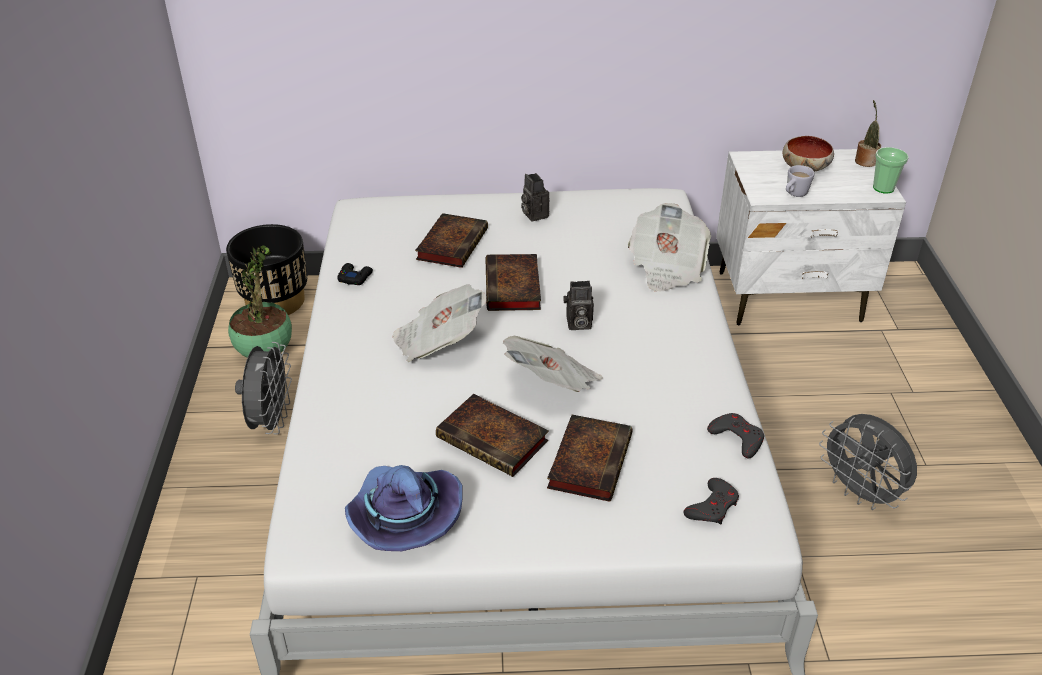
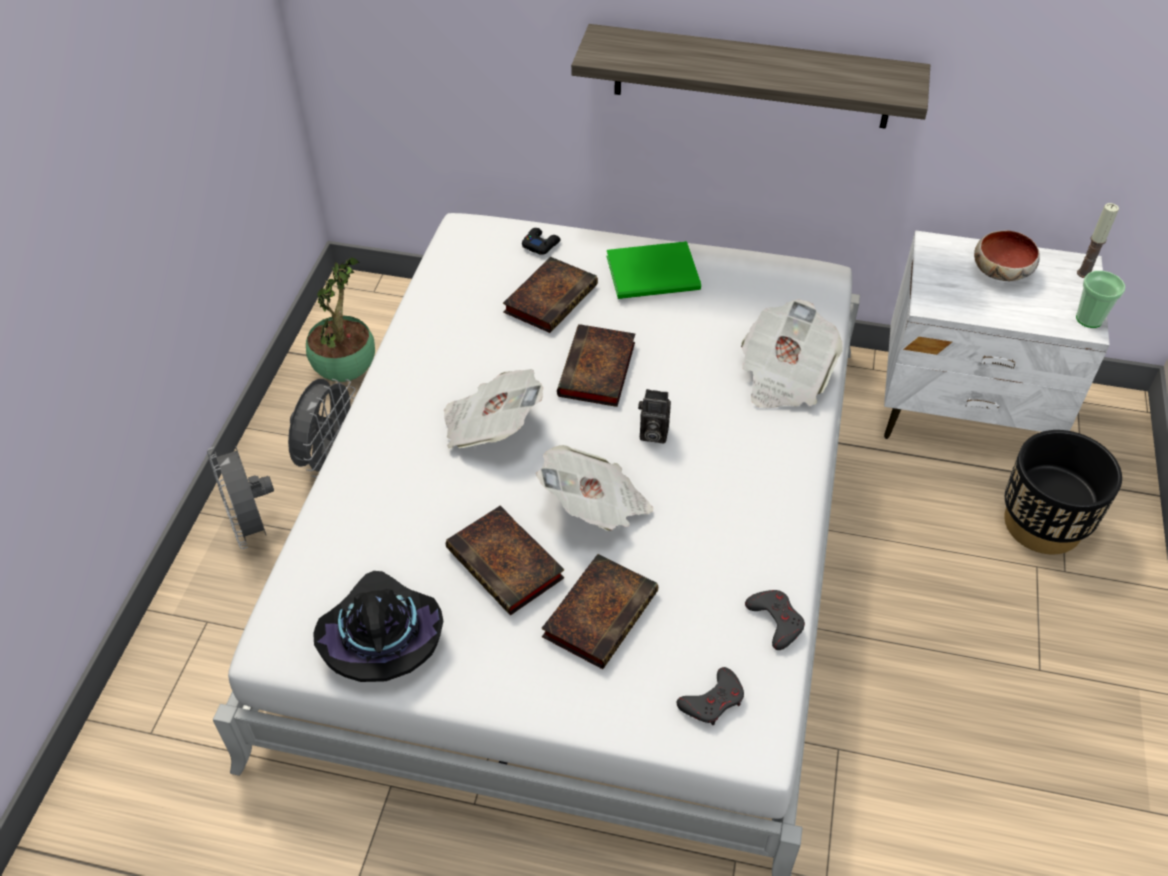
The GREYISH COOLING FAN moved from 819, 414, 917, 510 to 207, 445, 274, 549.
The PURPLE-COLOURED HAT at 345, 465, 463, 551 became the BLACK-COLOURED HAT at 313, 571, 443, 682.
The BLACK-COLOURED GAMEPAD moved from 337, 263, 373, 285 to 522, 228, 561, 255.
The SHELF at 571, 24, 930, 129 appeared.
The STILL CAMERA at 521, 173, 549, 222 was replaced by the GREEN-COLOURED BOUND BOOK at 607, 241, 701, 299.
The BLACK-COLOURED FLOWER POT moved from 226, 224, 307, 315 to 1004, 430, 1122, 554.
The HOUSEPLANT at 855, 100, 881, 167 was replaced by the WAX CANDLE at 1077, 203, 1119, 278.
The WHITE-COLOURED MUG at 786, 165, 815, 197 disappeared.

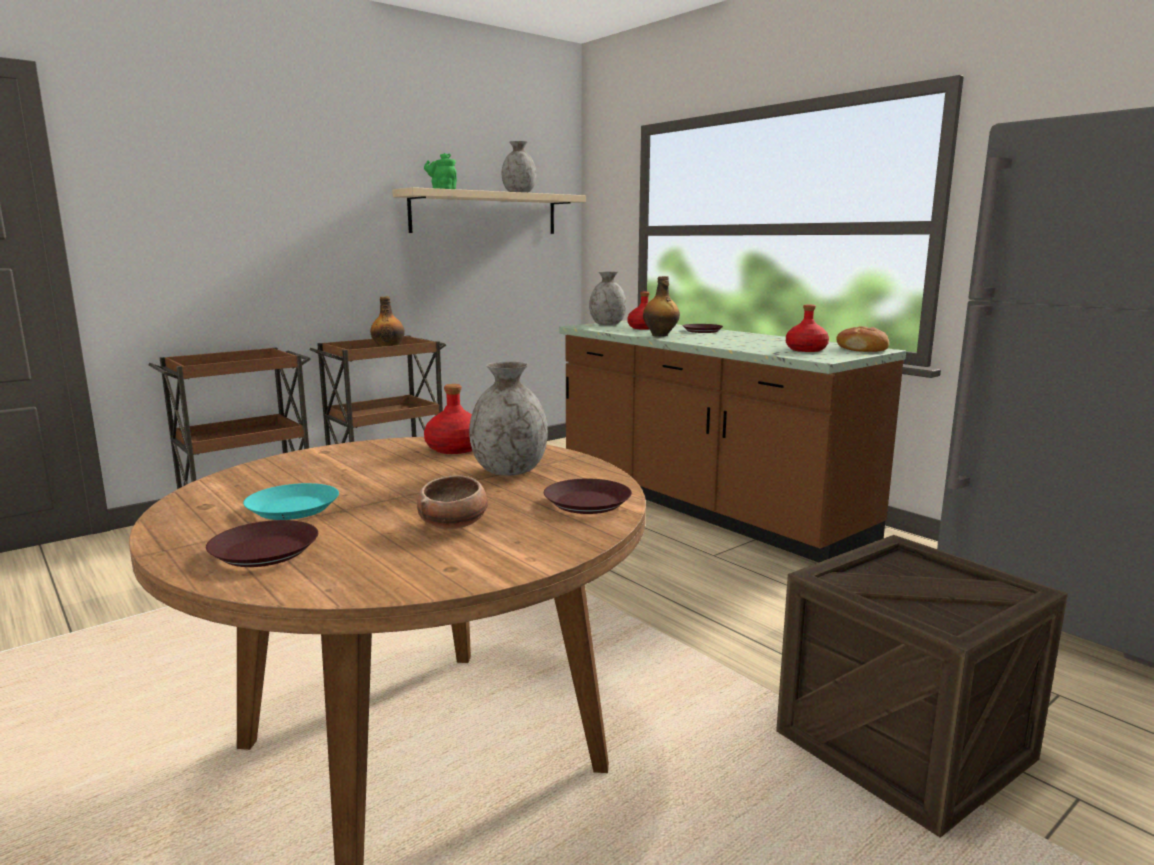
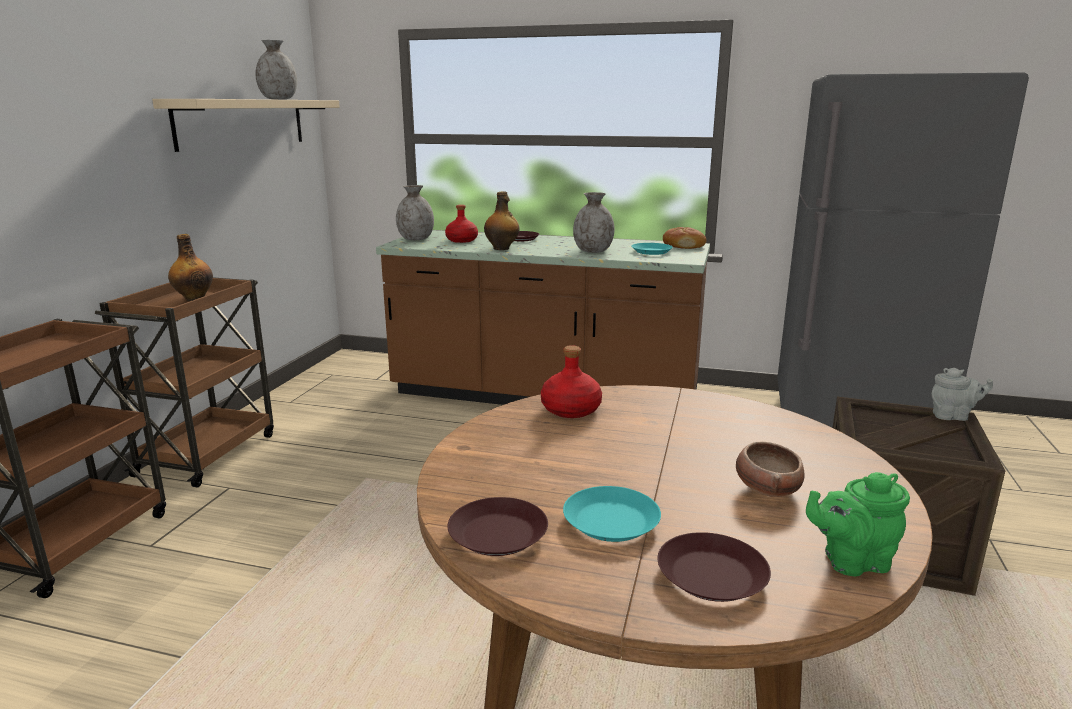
The BROWN-COLOURED FLAT DISH moved from 544, 479, 632, 514 to 448, 497, 548, 556.
The GREYISH VASE moved from 469, 361, 548, 475 to 573, 192, 614, 253.
The RED BEVERAGE BOTTLE at 786, 305, 829, 352 was replaced by the BLUE-GREEN FLAT DISH at 631, 243, 673, 255.
The GREEN-COLOURED TEA POT moved from 424, 153, 457, 189 to 806, 472, 910, 576.
The GREYISH TEA POT at 932, 368, 993, 421 appeared.

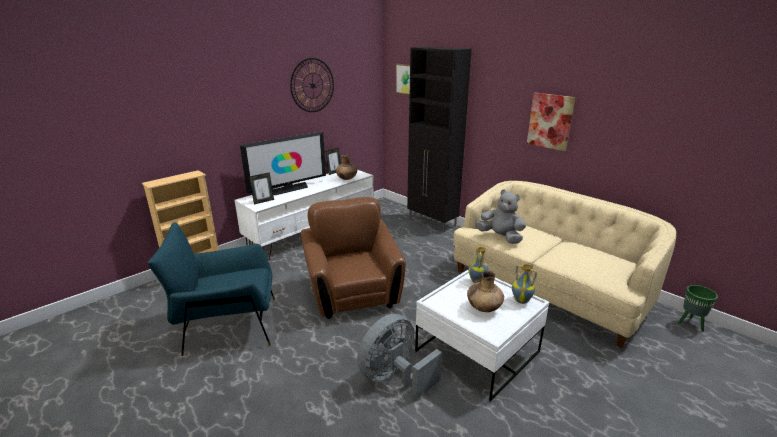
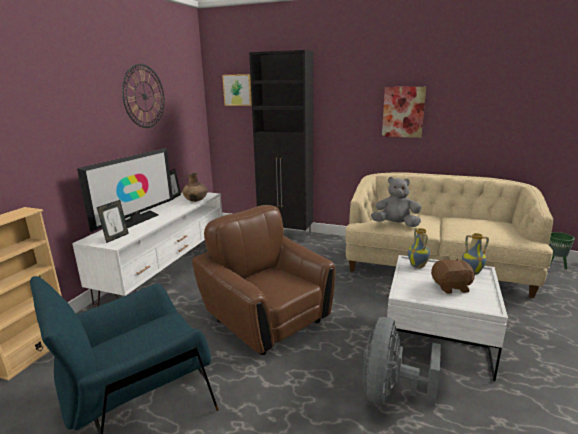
The BROWN-COLOURED VASE at 467, 271, 504, 312 was replaced by the BROWN-COLOURED PLUSH TOY at 431, 258, 475, 294.

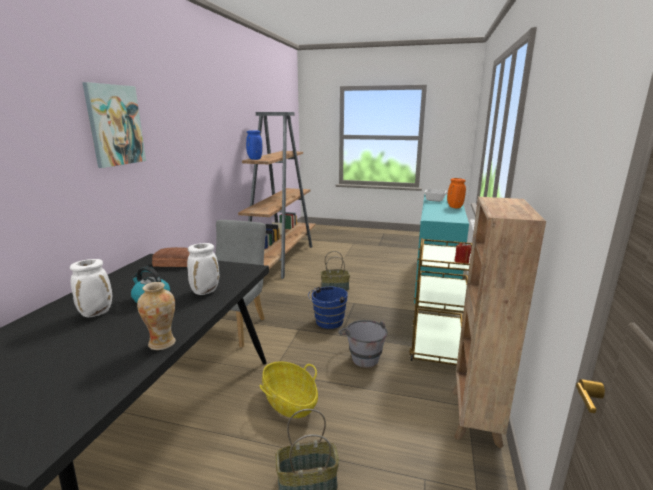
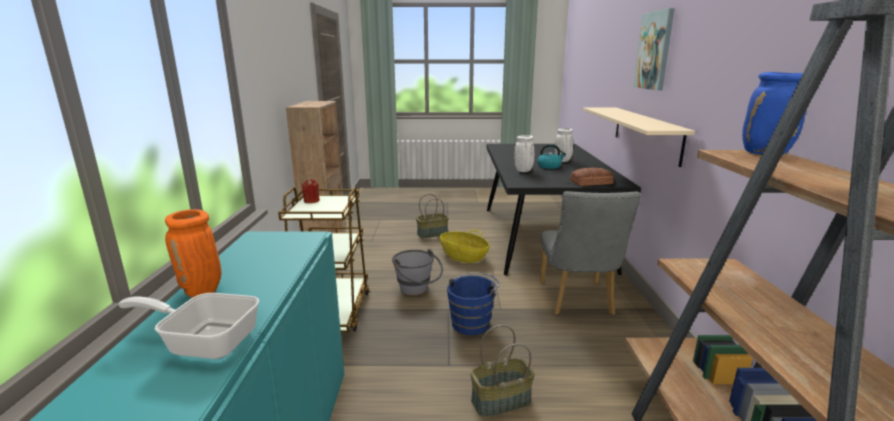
The BEIGE SHELF at 583, 107, 695, 167 appeared.
The VASE at 137, 282, 176, 350 disappeared.

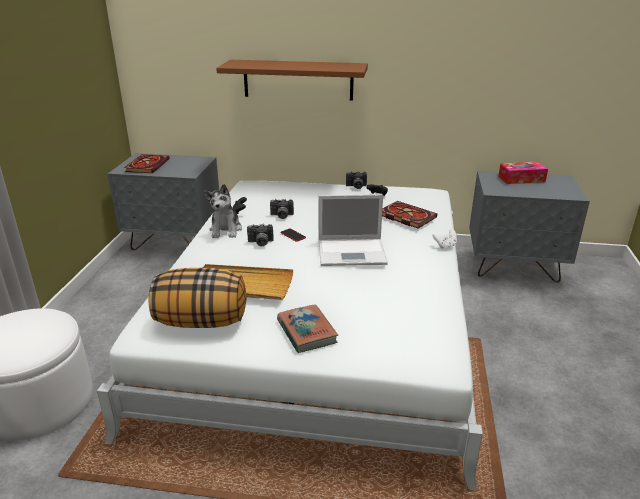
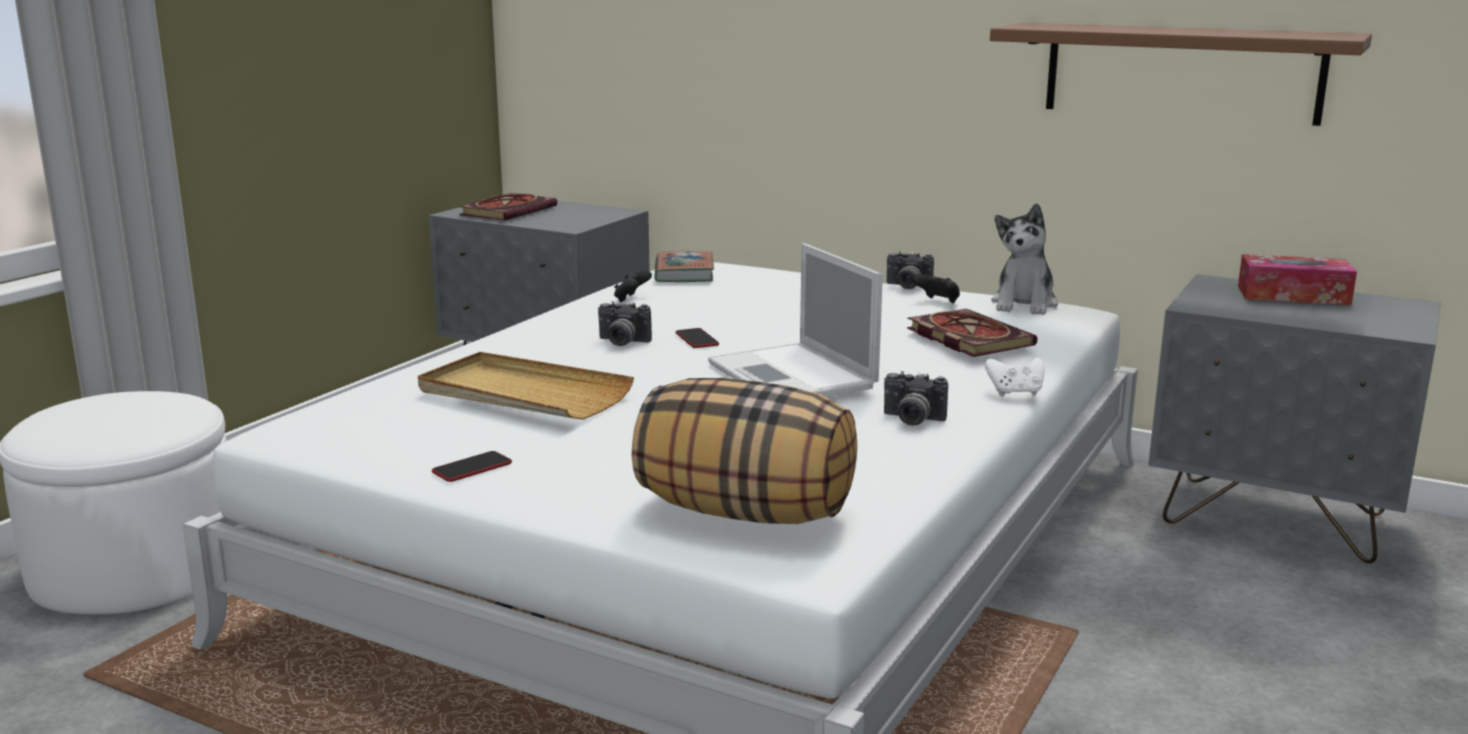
The TELEPHONE at 432, 451, 512, 482 appeared.
The PILLOW moved from 148, 268, 246, 328 to 632, 378, 857, 524.
The BOUND BOOK moved from 277, 304, 338, 353 to 654, 251, 714, 282.
The NOTEBOOK COMPUTER at 319, 194, 388, 266 turned 45 degrees clockwise.
The STILL CAMERA moved from 270, 199, 294, 219 to 884, 371, 948, 426.
The BROWN-COLOURED SHELF moved from 216, 60, 368, 101 to 990, 23, 1372, 126.
The PLUSH TOY moved from 204, 184, 242, 238 to 991, 203, 1058, 315.

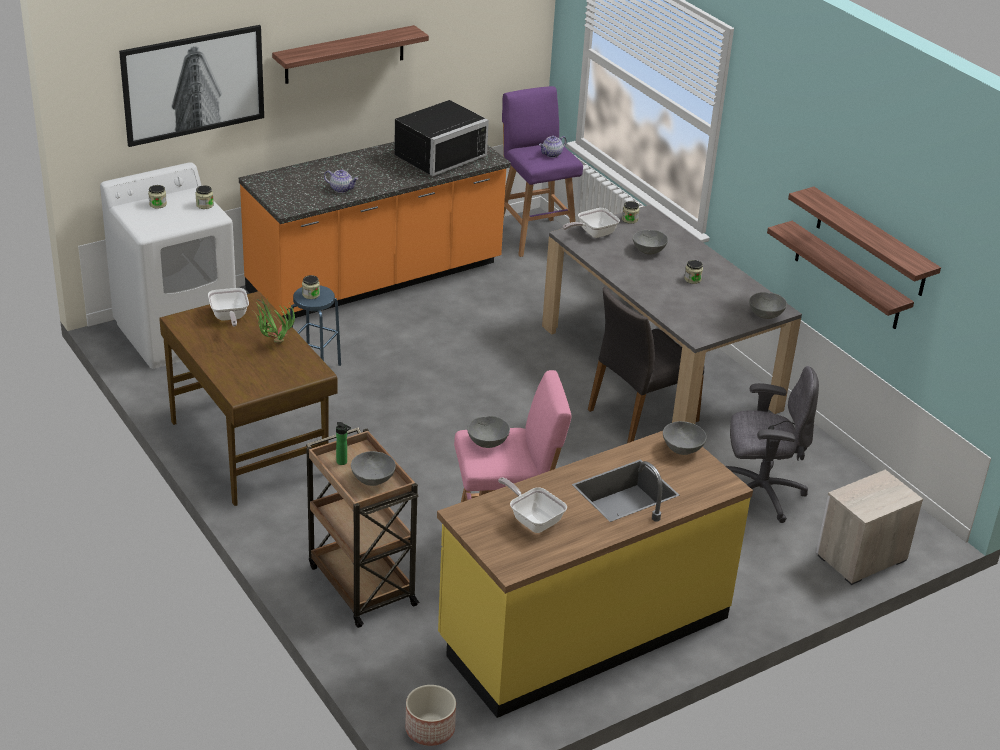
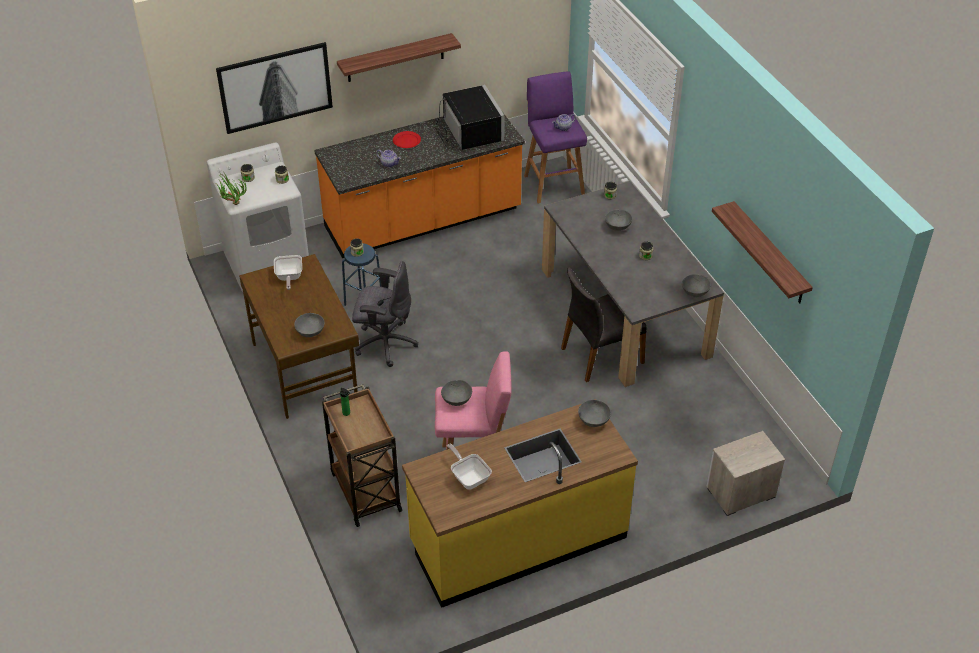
The HOUSEPLANT moved from 253, 297, 295, 344 to 218, 173, 246, 205.
The GREYISH BOWL moved from 351, 451, 396, 486 to 294, 313, 325, 337.
The GREYISH COMPUTER CHAIR moved from 726, 366, 819, 523 to 352, 261, 418, 367.
The RED FLAT DISH at 393, 131, 421, 148 appeared.
The BLACK-COLOURED MICROWAVE at 394, 100, 489, 176 turned 75 degrees counterclockwise.
The FLOWER POT at 405, 685, 456, 746 disappeared.
The SKILLET at 563, 208, 620, 238 disappeared.
The SHELF at 767, 221, 914, 329 disappeared.

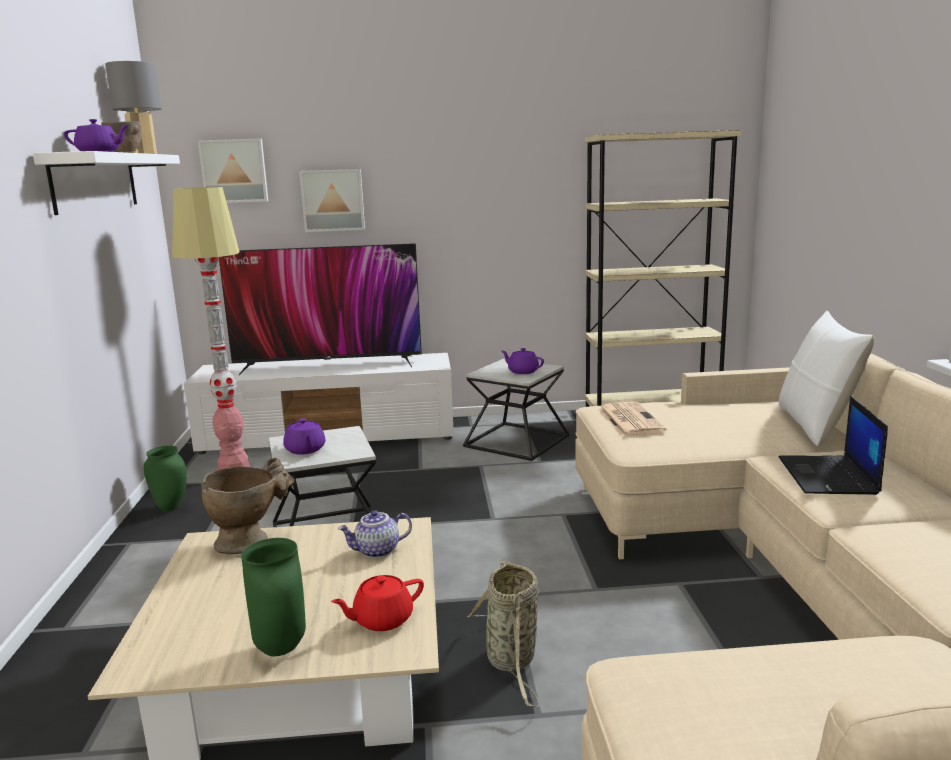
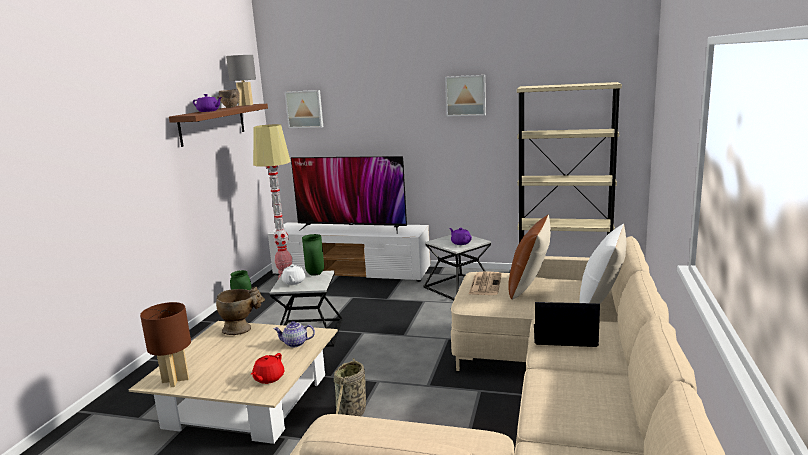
The BROWN-COLOURED TABLETOP LAMP at 140, 302, 191, 387 appeared.
The WHITE-COLOURED SHELF at 33, 151, 180, 215 became the BROWN-COLOURED SHELF at 169, 104, 268, 147.
The RED TEA POT at 331, 575, 424, 631 turned 60 degrees counterclockwise.
The PURPLE-COLOURED TEA POT at 283, 418, 325, 455 became the WHITE-COLOURED TEA POT at 282, 264, 305, 285.
The GREEN-COLOURED VASE moved from 241, 538, 306, 656 to 302, 234, 324, 276.
The WALL ART moved from 299, 169, 365, 232 to 445, 75, 486, 117.
The BROWN-COLOURED PILLOW at 508, 214, 551, 300 appeared.
The NOTEBOOK COMPUTER at 779, 396, 888, 495 turned 75 degrees clockwise.

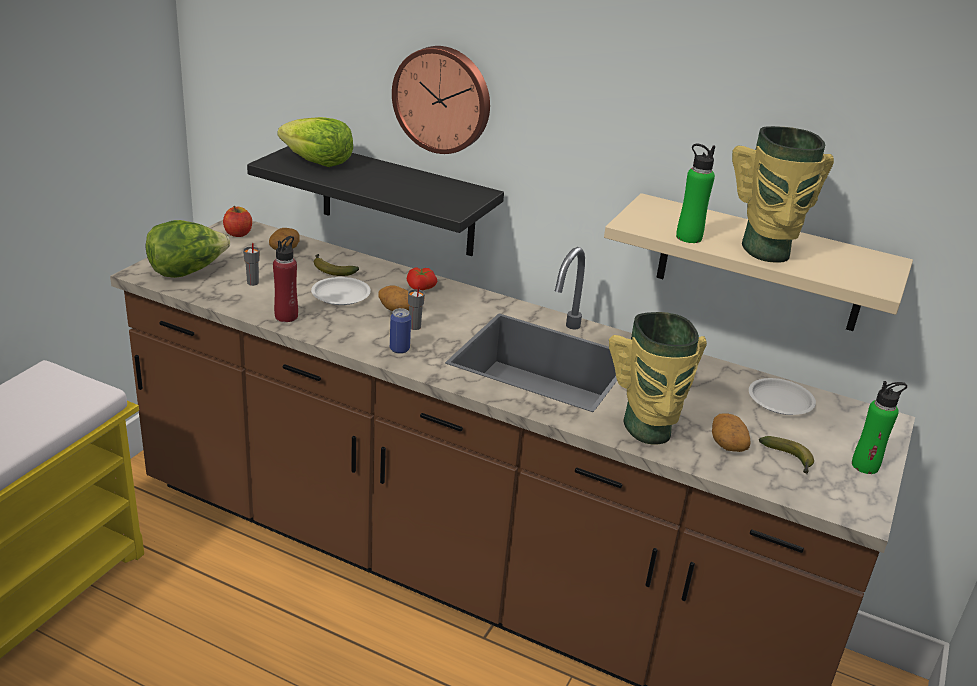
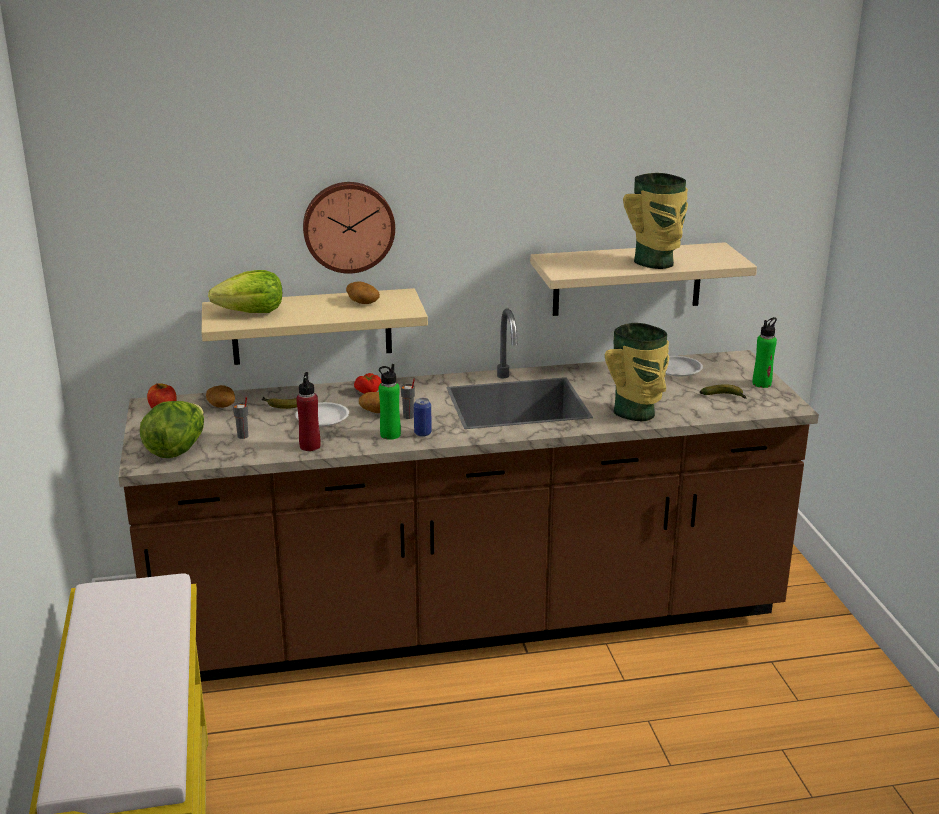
The BLACK-COLOURED SHELF at 247, 146, 504, 256 became the BEIGE SHELF at 201, 288, 428, 365.
The POTATO moved from 712, 413, 751, 452 to 346, 281, 380, 304.
The GREEN-COLOURED BEVERAGE BOTTLE moved from 676, 144, 715, 243 to 379, 364, 401, 440.

